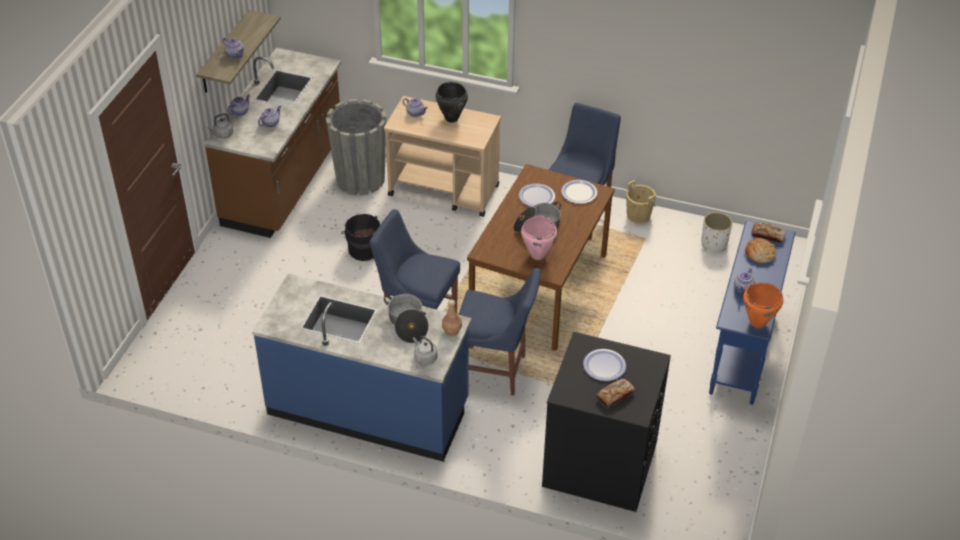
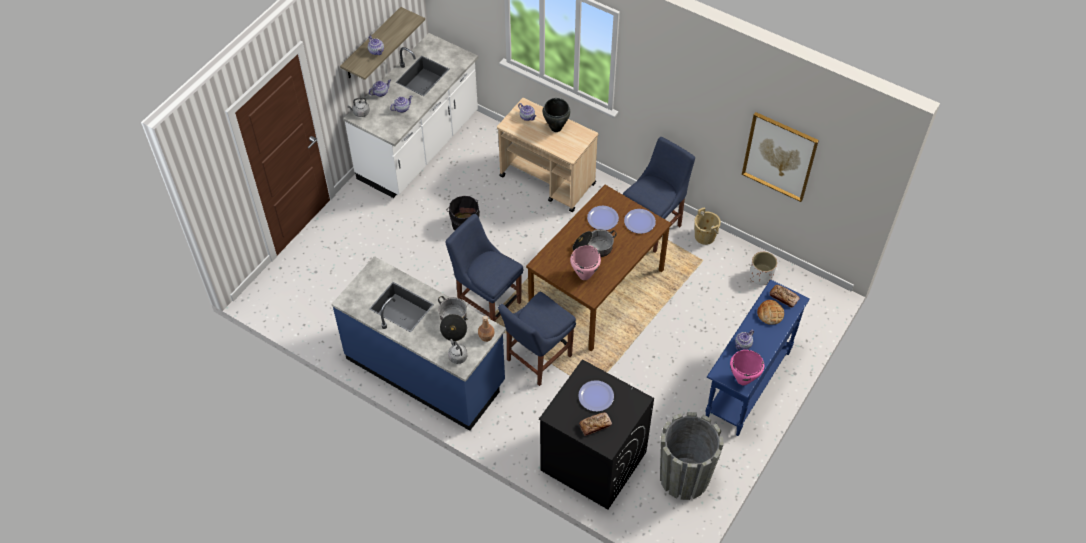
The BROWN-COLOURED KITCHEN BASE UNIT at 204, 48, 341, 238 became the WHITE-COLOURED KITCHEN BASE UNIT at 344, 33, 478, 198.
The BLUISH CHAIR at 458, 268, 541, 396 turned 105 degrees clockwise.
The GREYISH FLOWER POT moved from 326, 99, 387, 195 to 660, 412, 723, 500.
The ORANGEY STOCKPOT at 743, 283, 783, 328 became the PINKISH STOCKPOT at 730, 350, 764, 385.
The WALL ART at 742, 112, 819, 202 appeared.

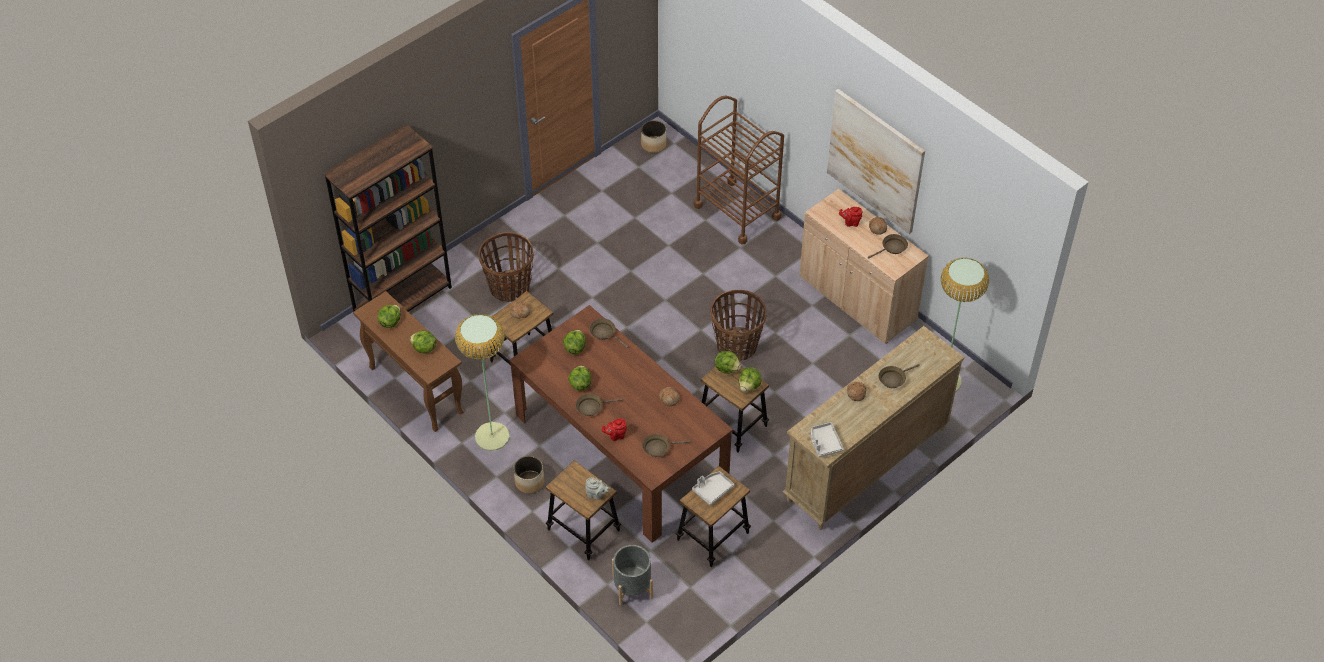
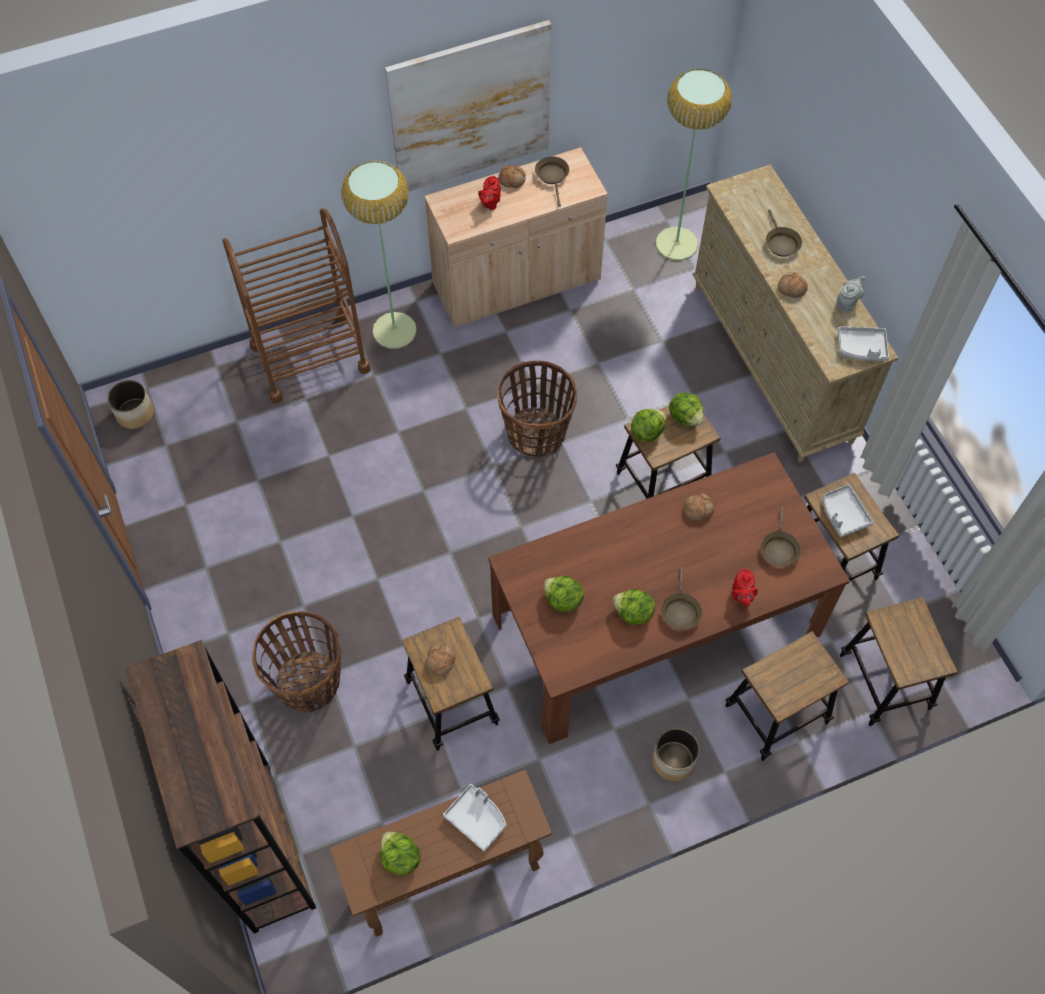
The STANDING LAMP moved from 455, 314, 509, 451 to 341, 161, 416, 349.
The HEAD OF LETTUCE at 410, 330, 436, 353 was replaced by the GREYISH SERVING TRAY at 443, 784, 506, 851.
The GREYISH TEA POT moved from 585, 478, 610, 500 to 836, 276, 865, 313.
The GREYISH FLOWER POT at 612, 545, 653, 605 was replaced by the STOOL SEAT at 840, 597, 958, 726.
The BROWN-COLOURED SKILLET at 589, 318, 629, 348 disappeared.

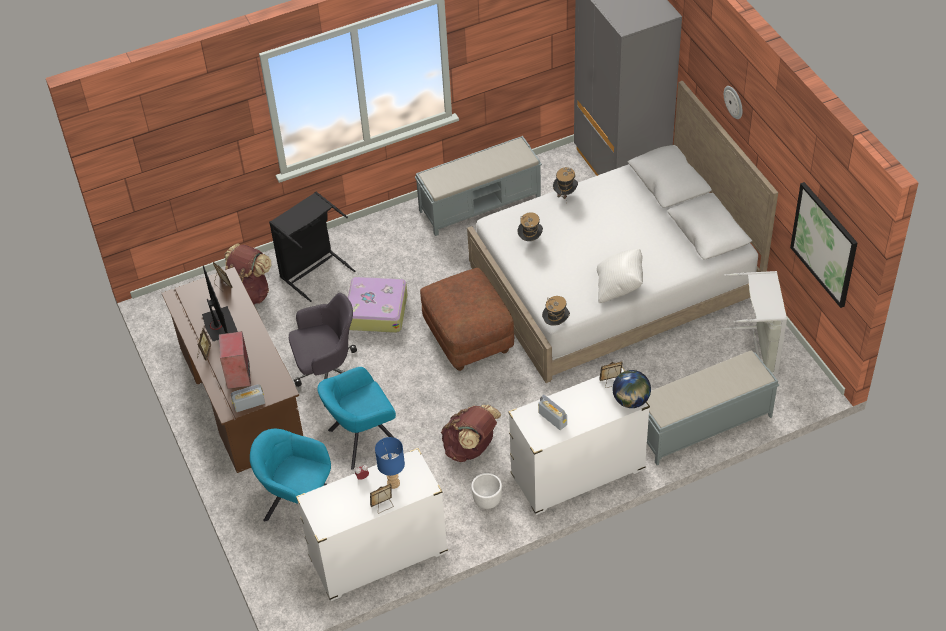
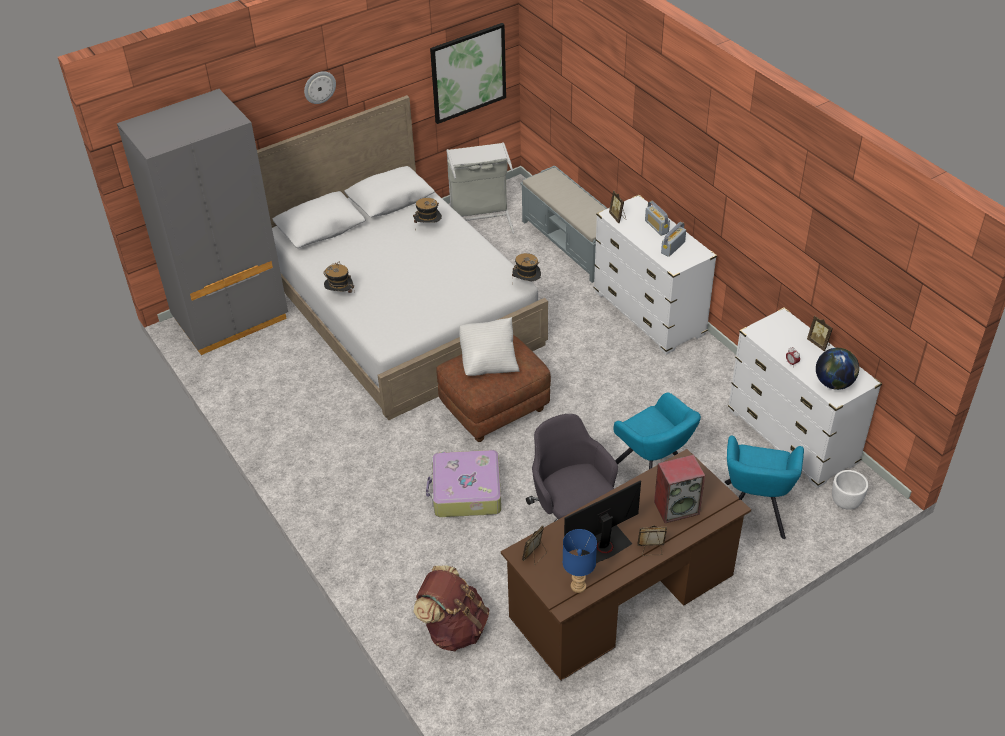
The HAT moved from 518, 212, 543, 241 to 413, 198, 442, 223.
The WHITE-COLOURED PILLOW moved from 597, 249, 643, 303 to 459, 317, 519, 376.
The BLUISH TABLETOP LAMP moved from 375, 437, 405, 489 to 563, 529, 597, 593.
The RADIO moved from 231, 384, 265, 412 to 645, 201, 670, 236.
The GLOBE moved from 613, 370, 651, 408 to 816, 348, 859, 390.
The WHITE-COLOURED FLOWER POT moved from 471, 473, 502, 509 to 832, 470, 868, 509.
The BLACK-COLOURED HAMPER at 269, 192, 355, 302 disappeared.
The GREYISH LONG SEAT at 415, 136, 542, 236 disappeared.
The BROWN-COLOURED BACKPACK at 441, 405, 502, 462 disappeared.

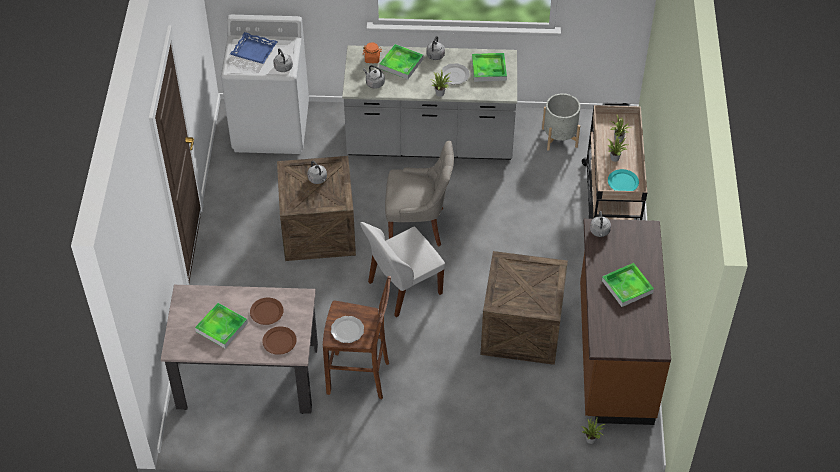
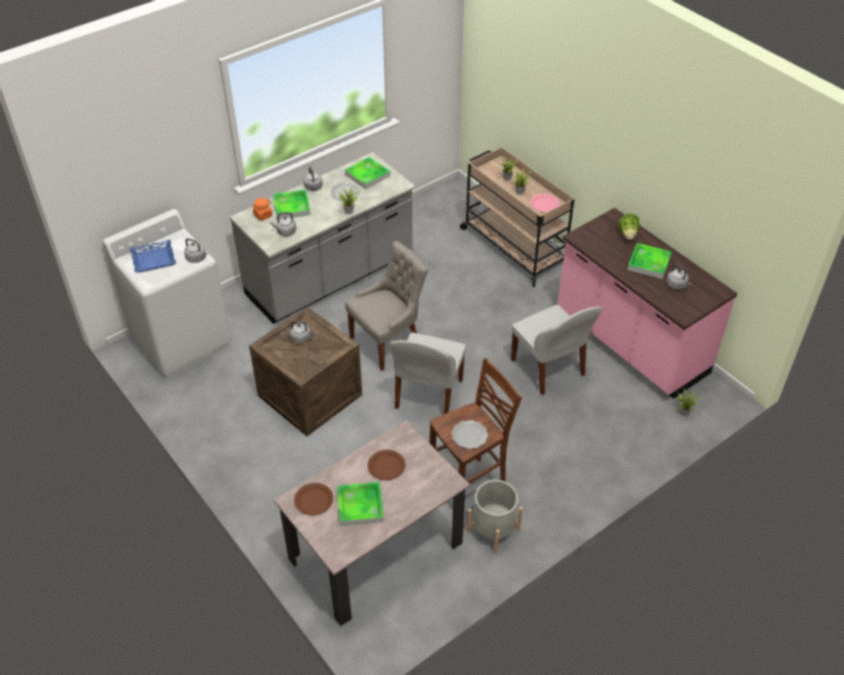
The BROWN-COLOURED FLAT DISH moved from 262, 326, 297, 355 to 294, 483, 333, 515.
The GREYISH FLOWER POT moved from 542, 93, 580, 151 to 467, 480, 523, 554.
The SHIPPING CRATE at 481, 251, 568, 365 was replaced by the WHITE-COLOURED CHAIR at 511, 305, 602, 395.
The BLUE-GREEN FLAT DISH at 608, 169, 639, 191 became the PINKISH FLAT DISH at 530, 194, 560, 212.
The BROWN-COLOURED KITCHEN BASE UNIT at 580, 219, 671, 425 became the PINKISH KITCHEN BASE UNIT at 557, 208, 737, 399.
The HEAD OF LETTUCE at 618, 214, 640, 240 appeared.
The GREYISH WATER KETTLE moved from 590, 211, 611, 237 to 666, 264, 691, 290.

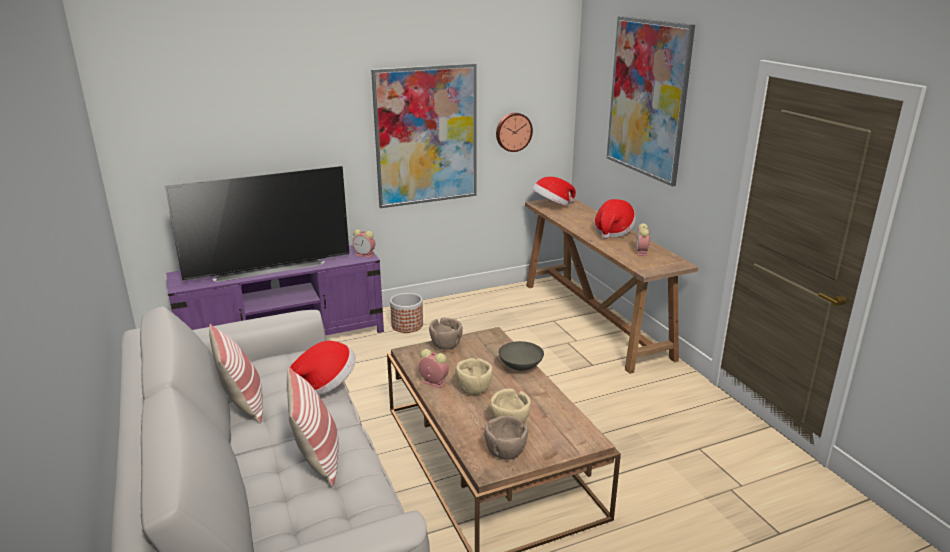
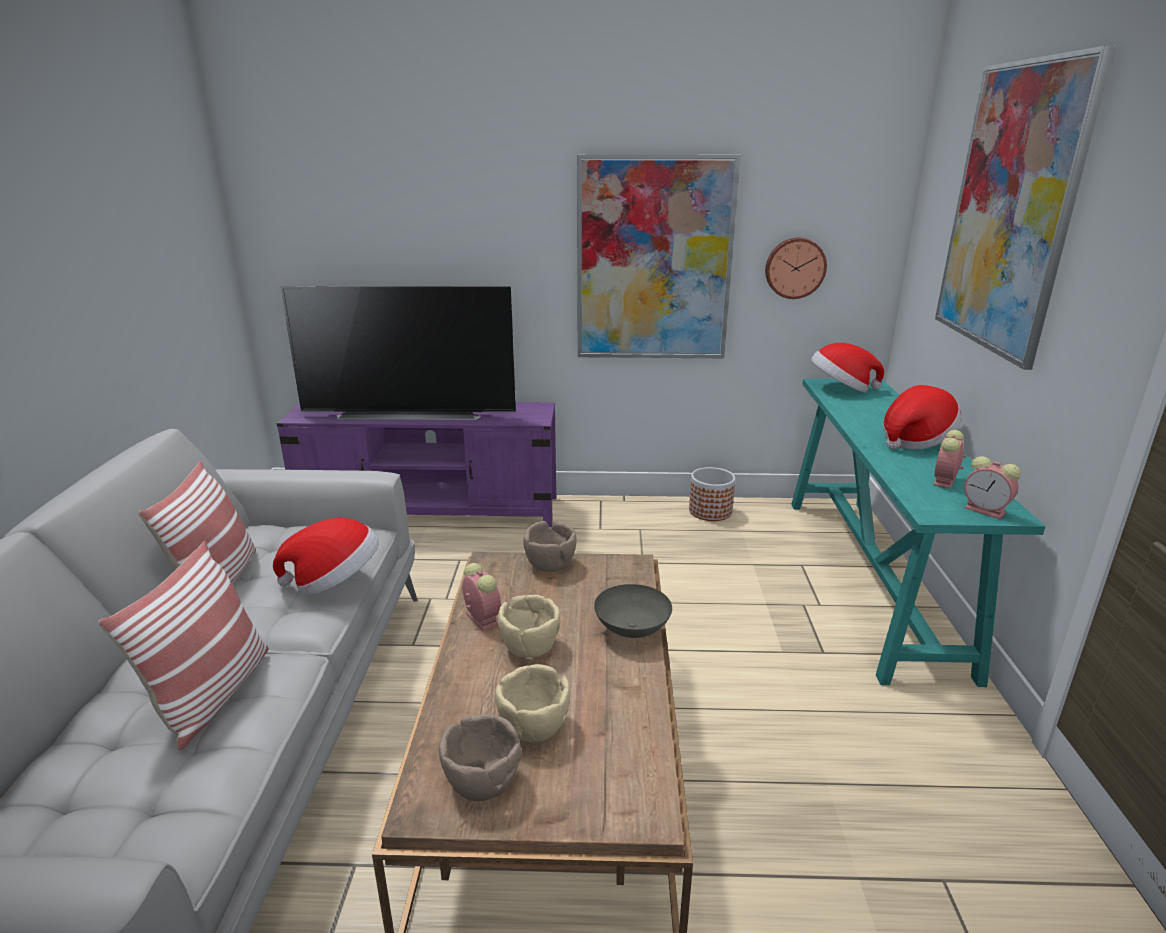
The FLOWER POT moved from 390, 293, 423, 333 to 689, 467, 735, 521.
The BROWN-COLOURED HALL TABLE at 525, 196, 699, 374 became the BLUE-GREEN HALL TABLE at 791, 379, 1045, 687.
The ALARM CLOCK moved from 352, 229, 375, 258 to 964, 456, 1021, 519.

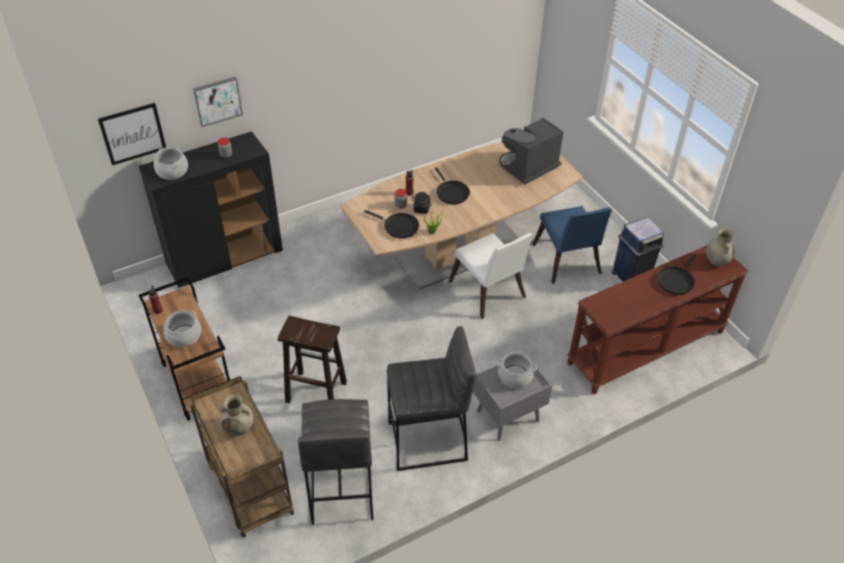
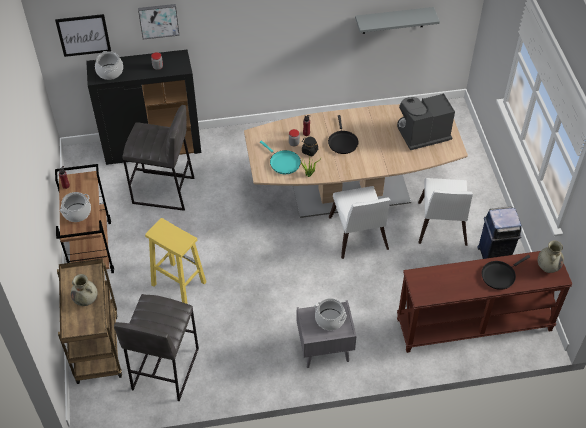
The GREYISH STOOL SEAT moved from 387, 326, 476, 471 to 122, 105, 194, 211.
The BROWN-COLOURED STOOL SEAT at 278, 316, 347, 403 became the YELLOW-COLOURED STOOL SEAT at 145, 218, 206, 304.
The BLACK-COLOURED SKILLET at 364, 210, 419, 238 became the BLUE-GREEN SKILLET at 260, 140, 301, 174.
The GREYISH SHELF at 355, 7, 440, 34 appeared.
The BLUISH CHAIR at 533, 206, 612, 284 became the WHITE-COLOURED CHAIR at 418, 178, 473, 246.

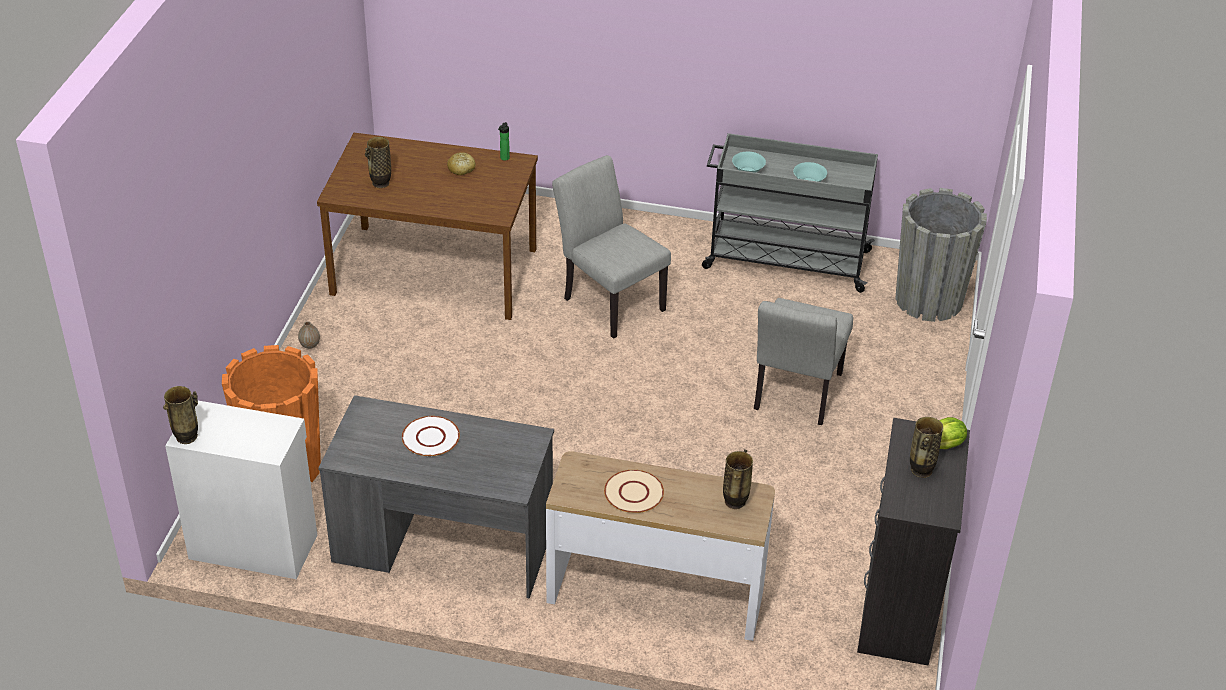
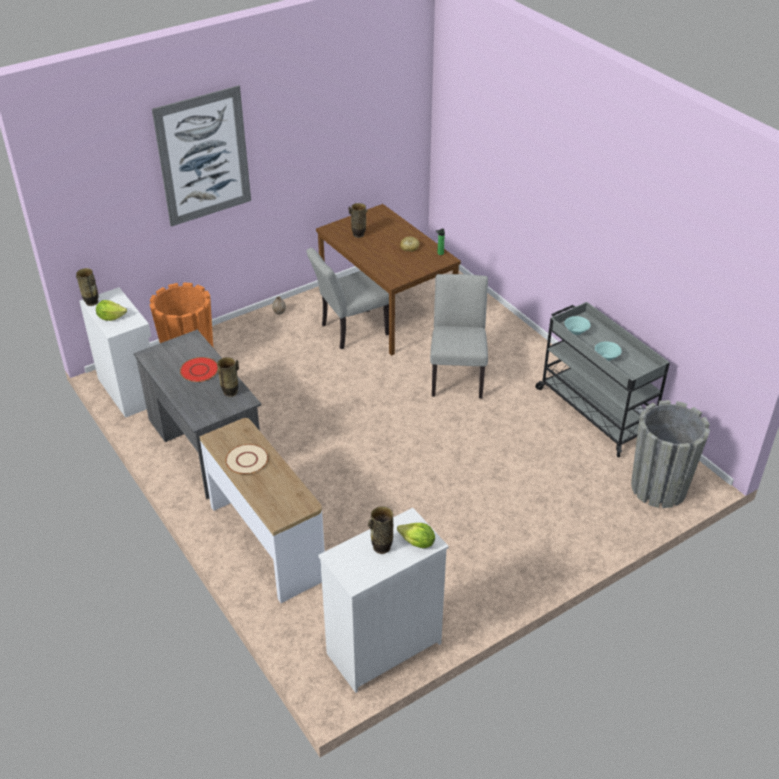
The HEAD OF LETTUCE at 96, 300, 127, 321 appeared.
The WALL ART at 152, 85, 251, 227 appeared.
The WHITE-COLOURED FLAT DISH at 402, 416, 460, 456 became the RED FLAT DISH at 180, 357, 218, 382.
The VASE moved from 723, 449, 753, 509 to 217, 357, 239, 397.
The GREYISH CHAIR moved from 754, 298, 853, 425 to 306, 248, 389, 349.
The BLACK-COLOURED DRESSER at 857, 418, 970, 665 became the WHITE-COLOURED DRESSER at 318, 508, 448, 693.

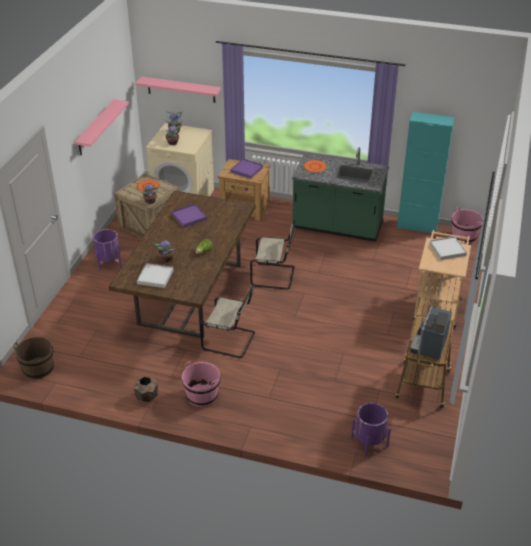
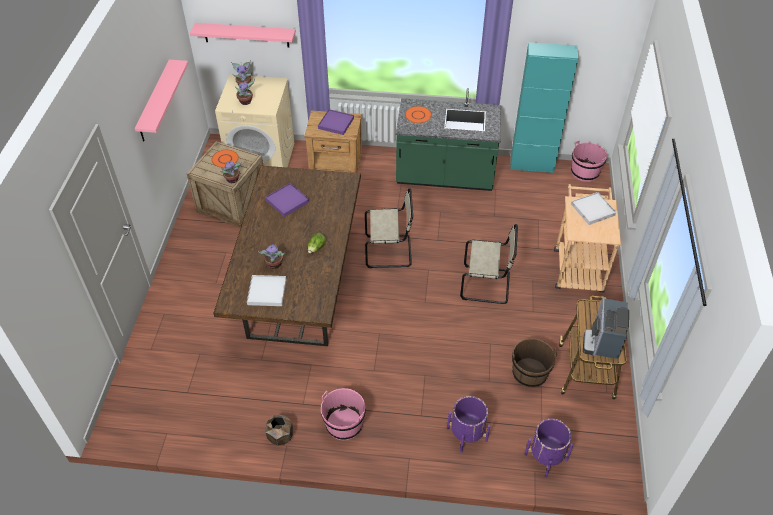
The PURPLE-COLOURED FLOWER POT moved from 93, 229, 121, 271 to 447, 396, 491, 453.
The BEIGE CHAIR moved from 200, 284, 255, 358 to 460, 224, 518, 304.
The BROWN-COLOURED PAIL moved from 14, 336, 54, 379 to 512, 338, 557, 388.

